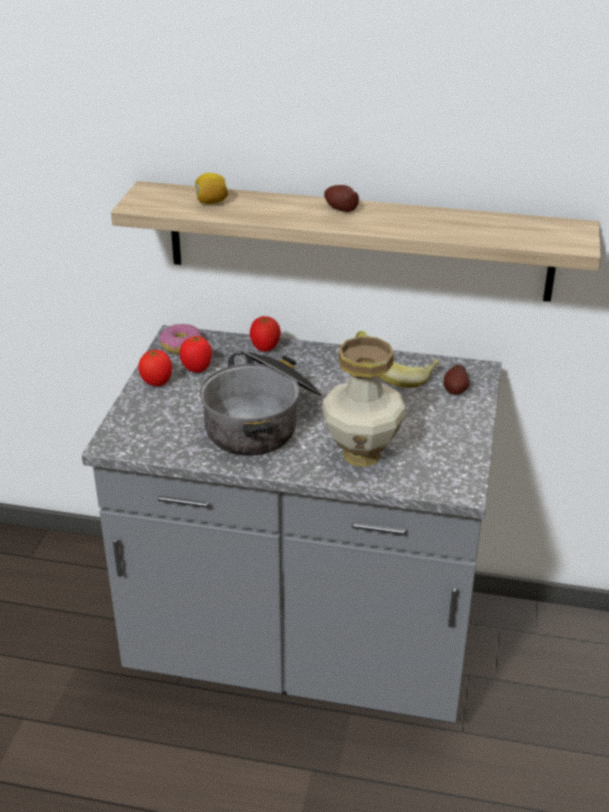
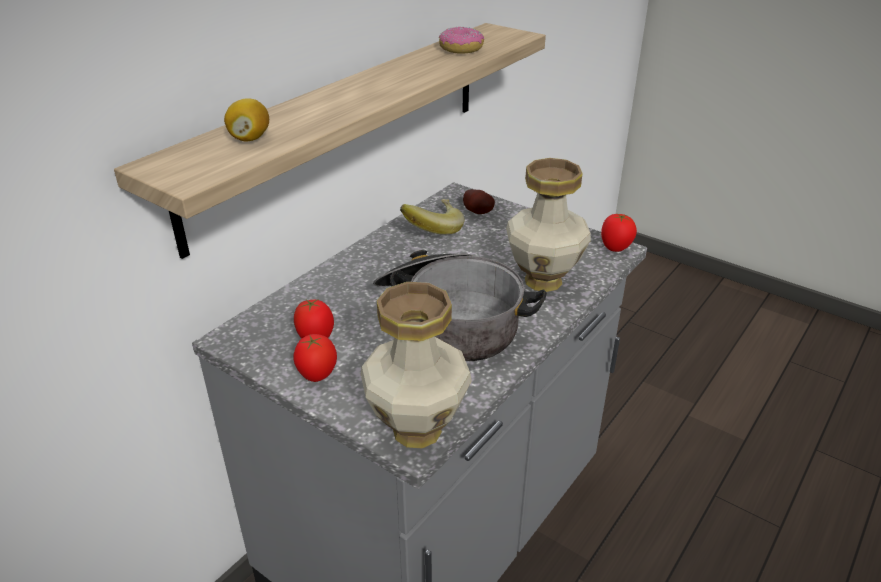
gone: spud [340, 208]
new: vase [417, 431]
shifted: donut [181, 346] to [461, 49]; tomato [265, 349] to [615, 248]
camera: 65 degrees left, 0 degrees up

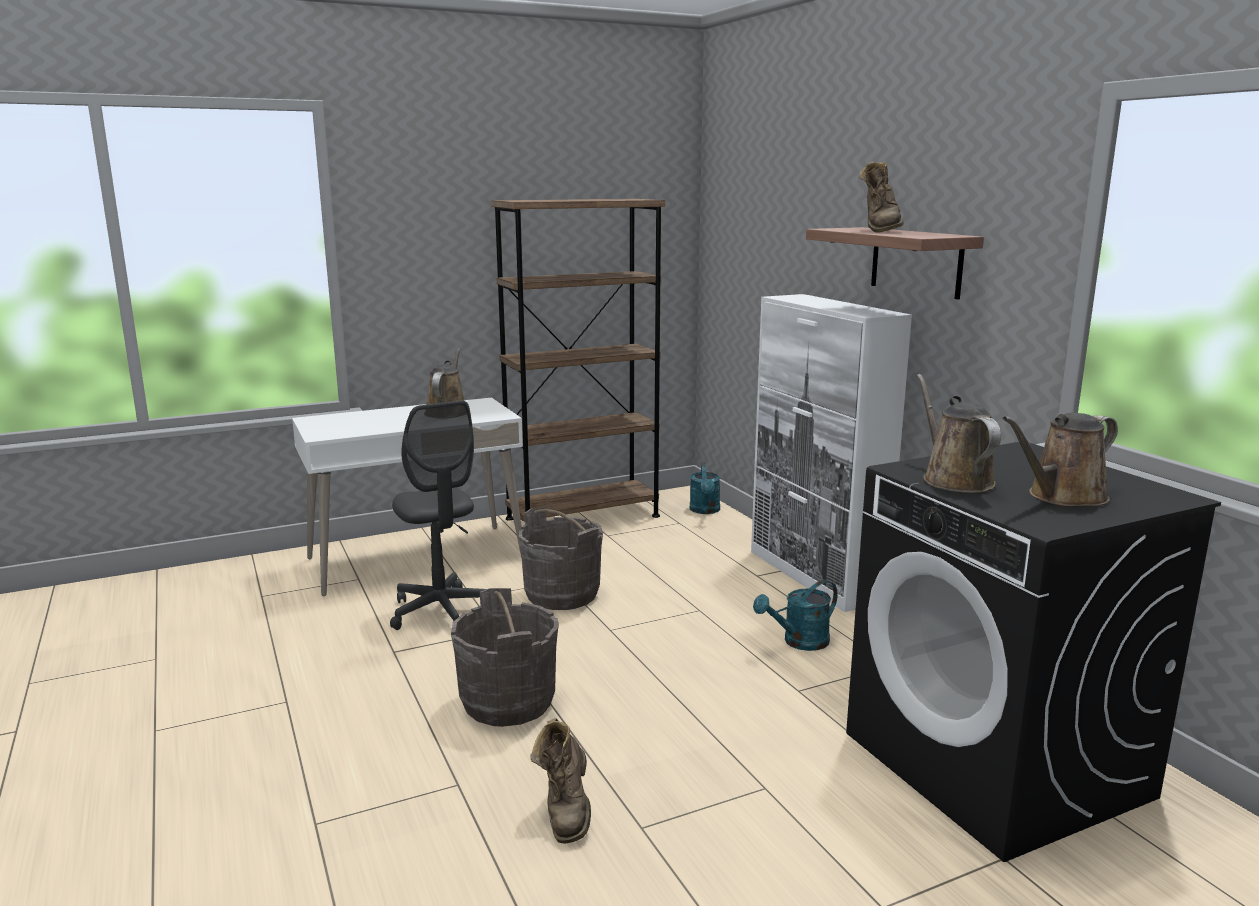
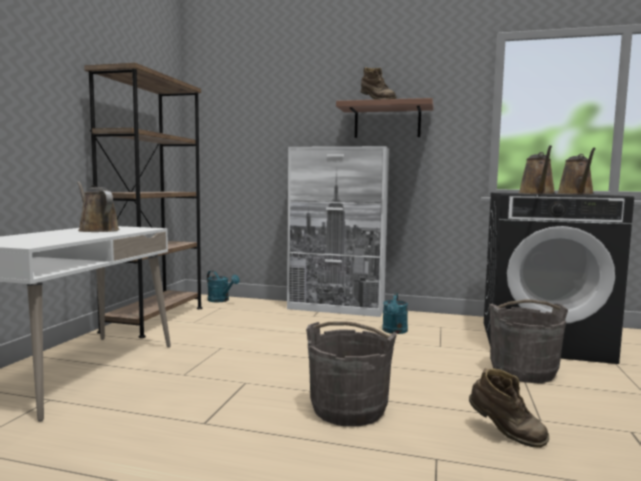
gone: greyish desk chair [441, 612]
shifted: greyish pail [561, 595] to [523, 371]
rotated: brown sprinkling can [954, 479] = [537, 193] 105 degrees counterclockwise
camera: 50 degrees left, 10 degrees down

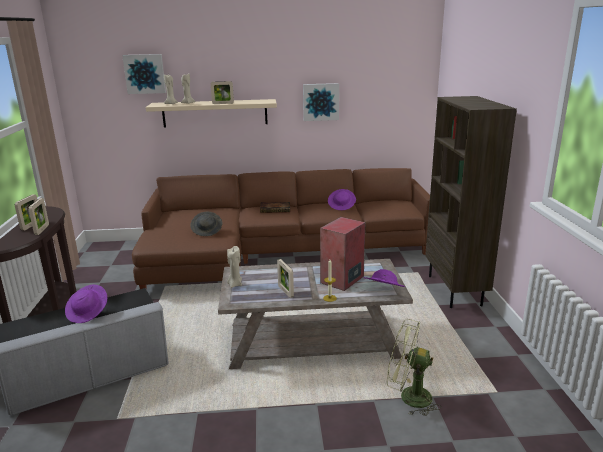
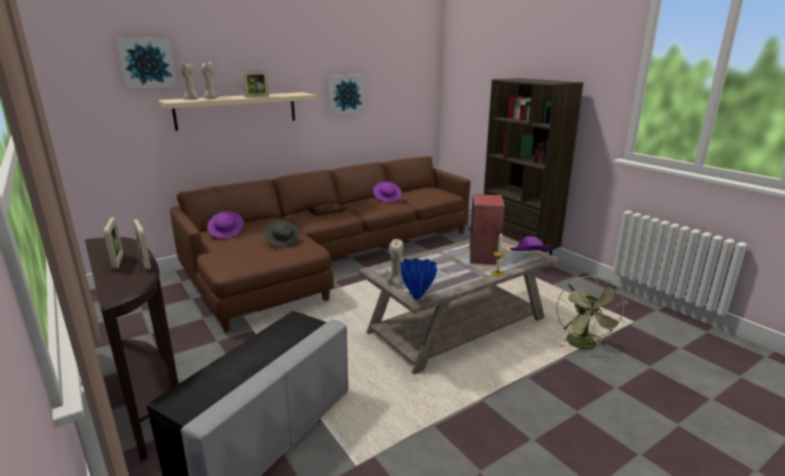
gone: photo frame [285, 291]
new: bluish vase [417, 297]
shifted: purple-coloured hat [88, 313] to [227, 232]
rotated: greenish cooling fan [408, 397] = [584, 346] 75 degrees counterclockwise
camera: 30 degrees left, 0 degrees up

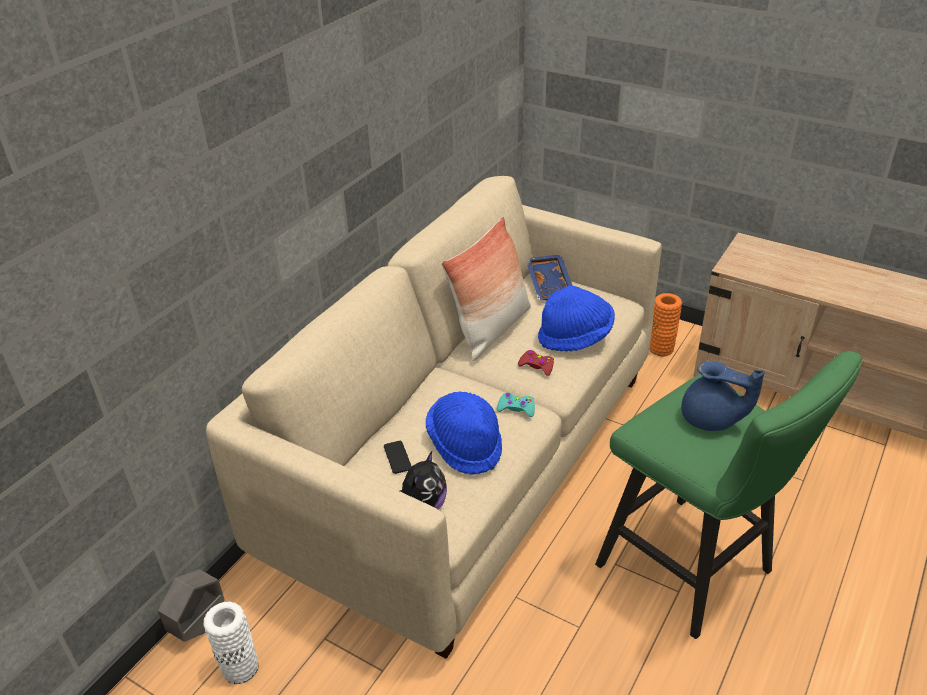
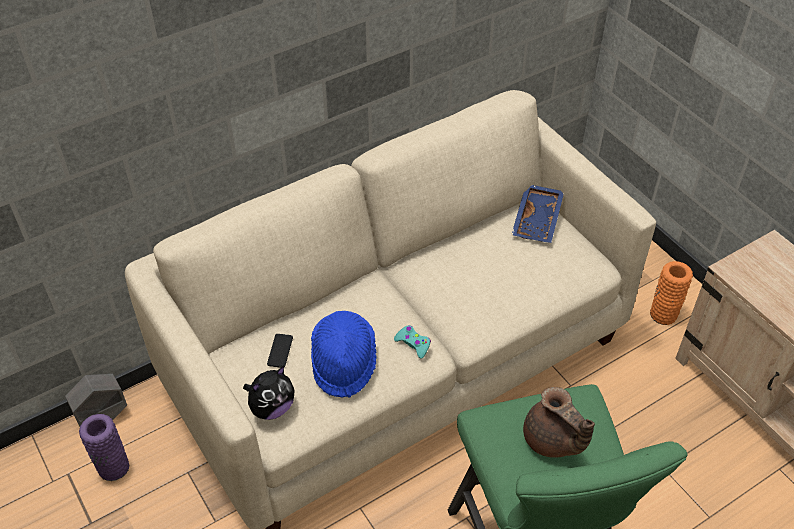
gone: cushion [491, 329]; reddish game controller [536, 366]; bluish hat [575, 337]
repainted: white-coloured vase [240, 667] to purple-coloured vase [113, 467]; bluish tea pot [711, 419] to brown tea pot [552, 440]
camera: 25 degrees right, 10 degrees up

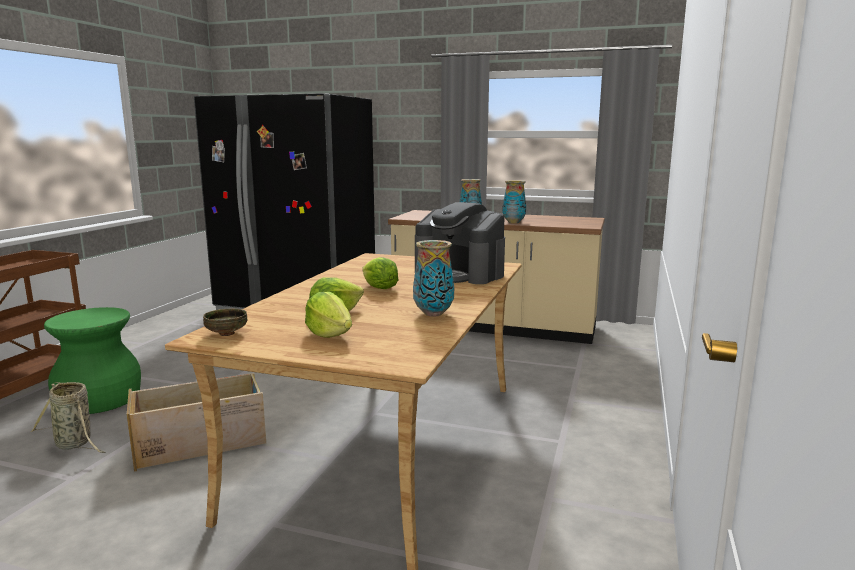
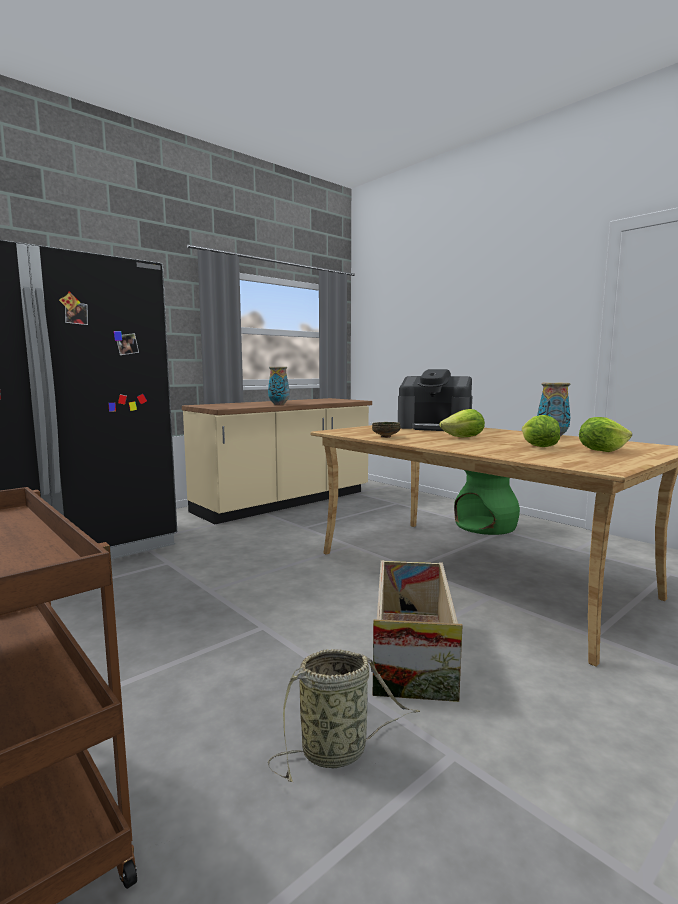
gone: vase [513, 222]
shifted: greenish stool seat [100, 399] to [486, 526]; deep dish [226, 334] to [386, 437]
rotated: coffee brewer [460, 274] = [435, 427] 45 degrees clockwise
camera: 60 degrees left, 5 degrees down

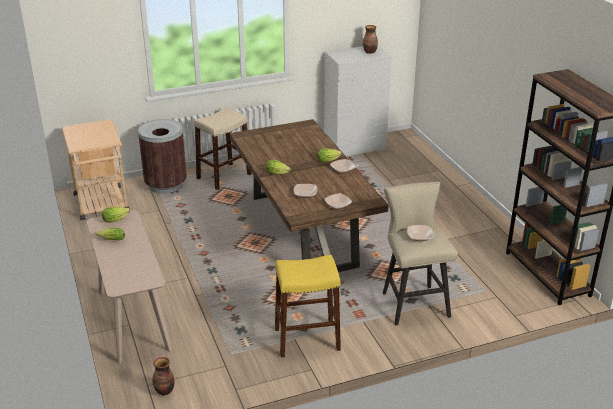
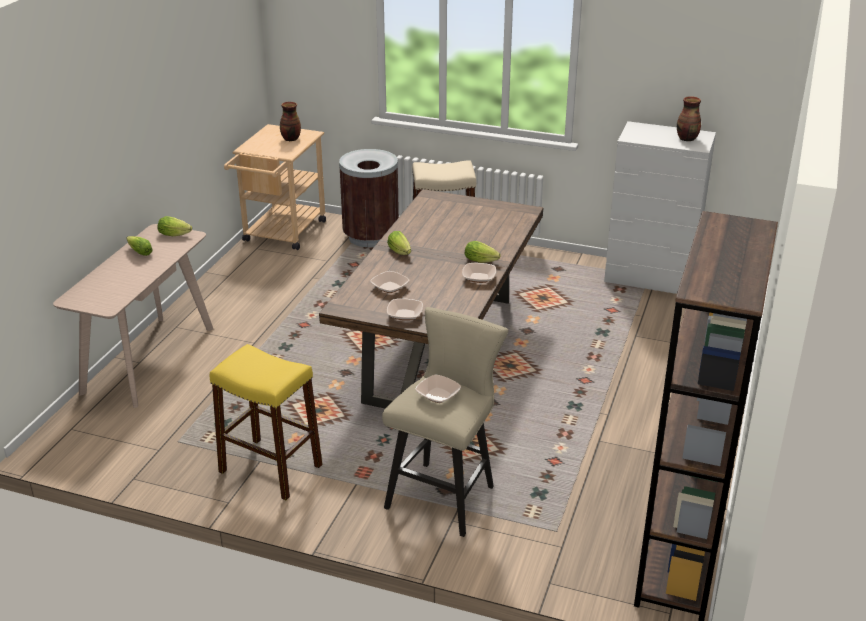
shifted: vase [164, 391] to [290, 139]
camera: 40 degrees right, 0 degrees up

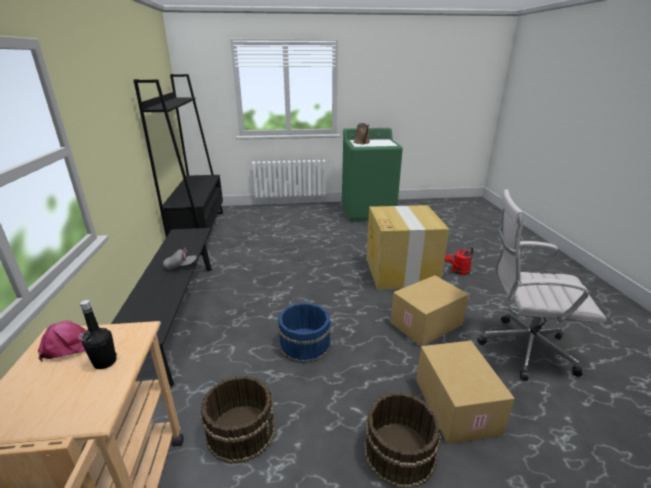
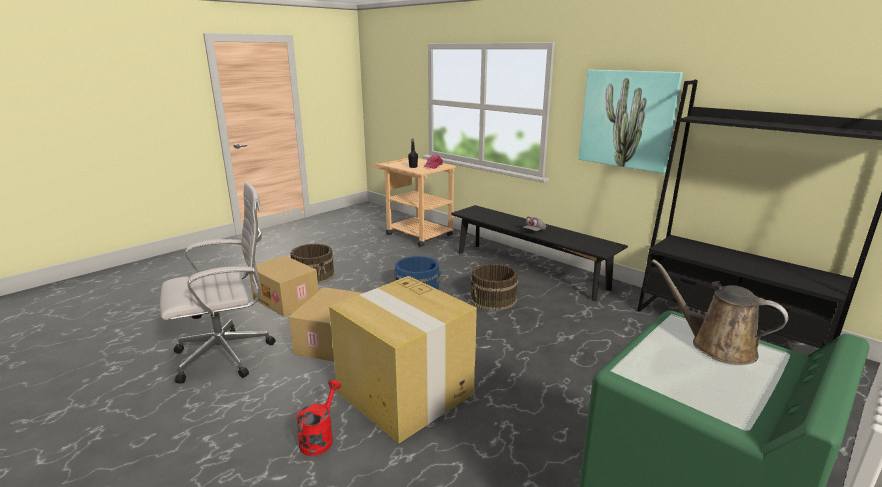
new: wall picture [627, 119]
shifted: brown pail [241, 430] to [493, 299]
camera: 140 degrees right, 5 degrees down

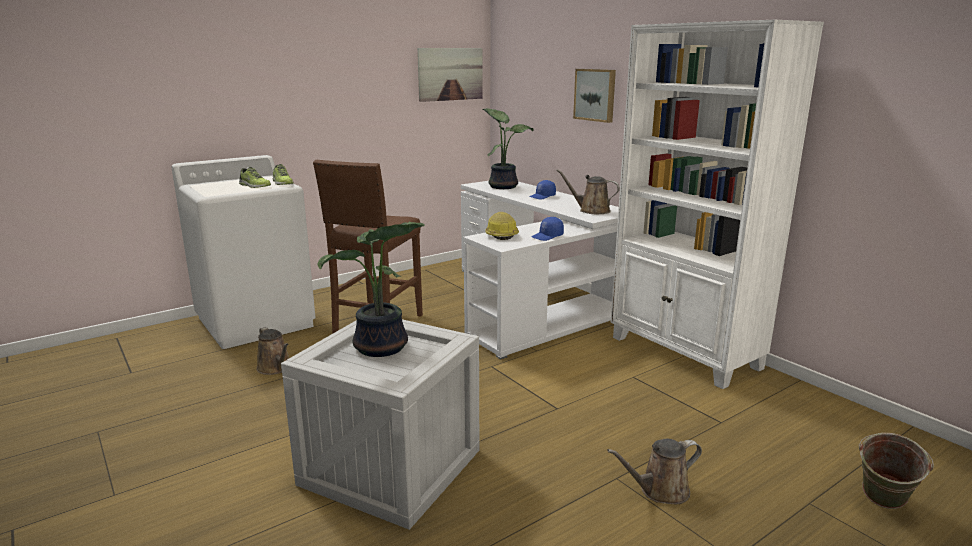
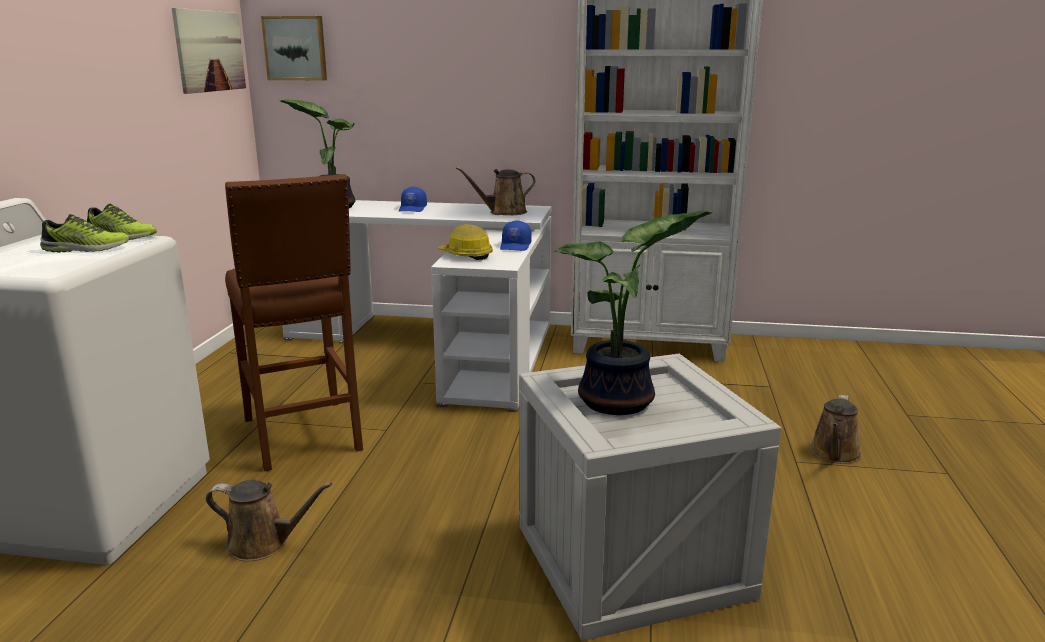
gone: greenish pail [881, 505]
shifted: wall picture [595, 95] to [296, 48]
camera: 45 degrees left, 0 degrees up

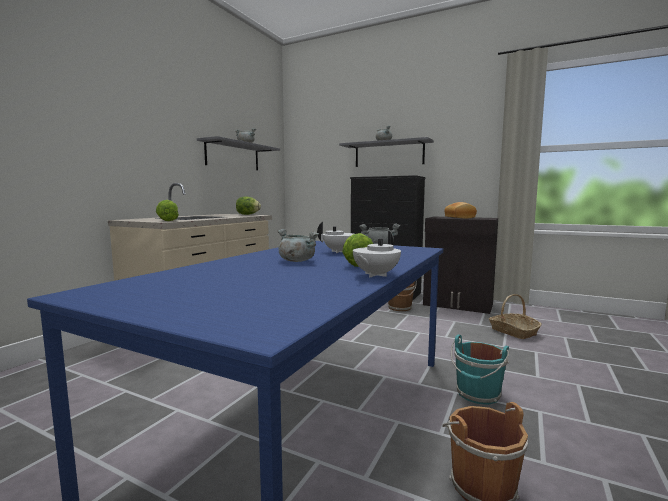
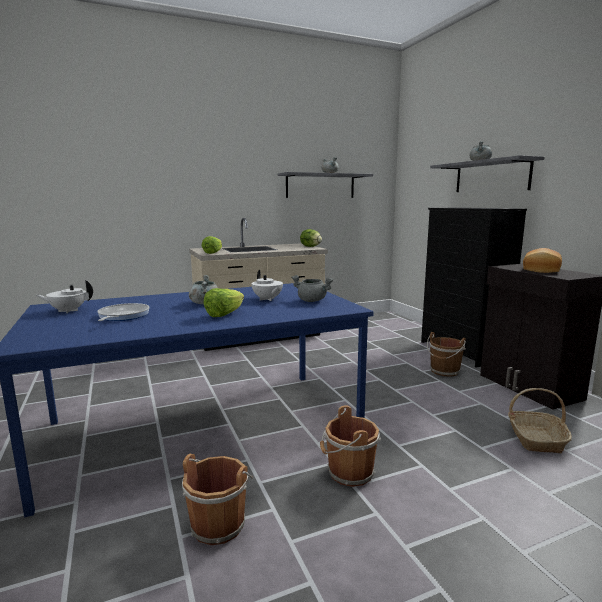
new: pan [122, 316]
shifted: white-coloured tea pot [375, 275] to [68, 311]
repainted: turquoise pail [477, 394] to brown pail [348, 473]
camera: 40 degrees right, 5 degrees up

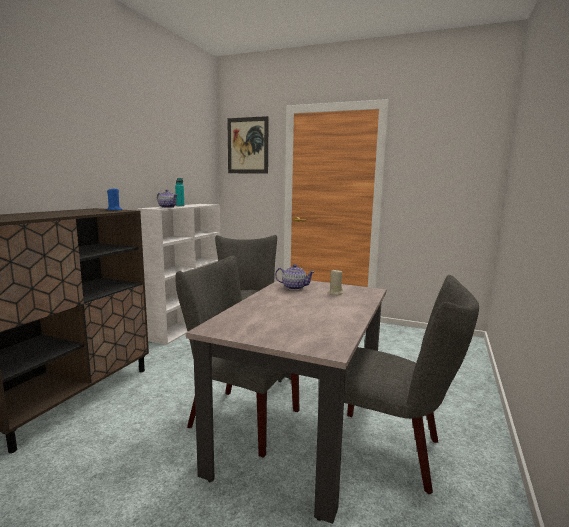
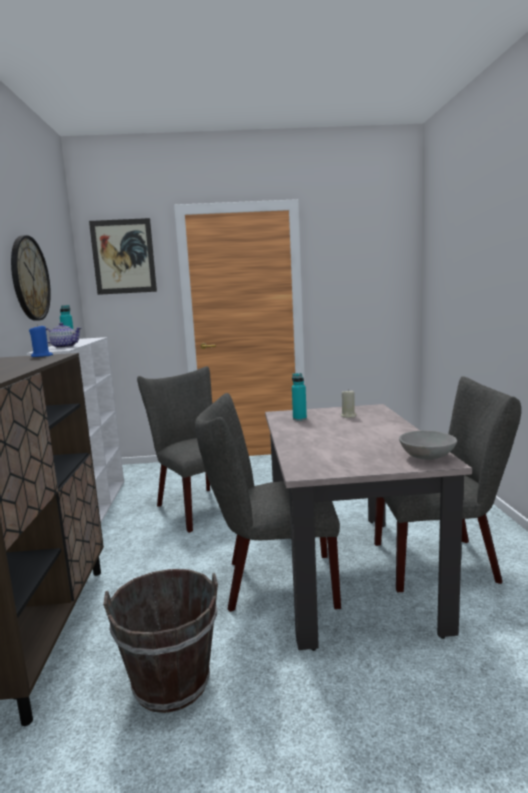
new: clock on the wall [29, 278]; brown pail [171, 682]; greyish deep dish [426, 457]
swapped: tea pot [294, 287] to turquoise drink bottle [299, 419]
camera: 25 degrees left, 0 degrees up

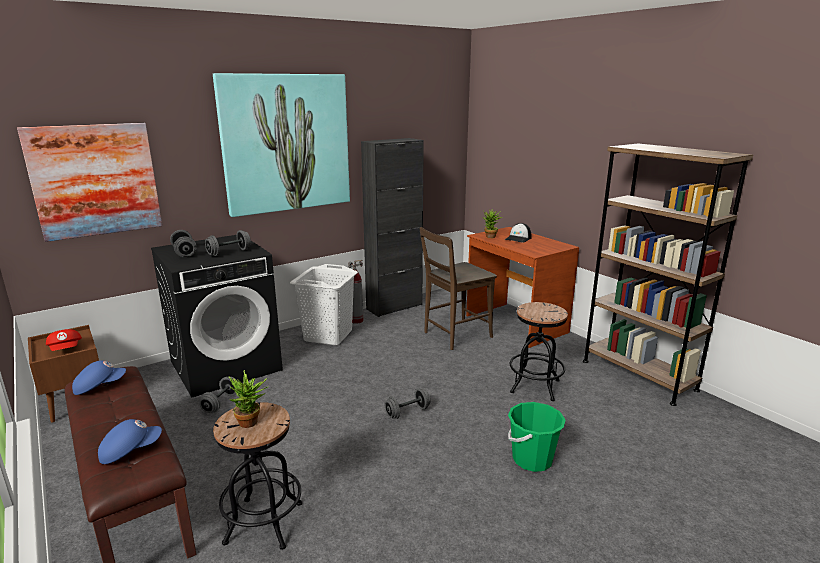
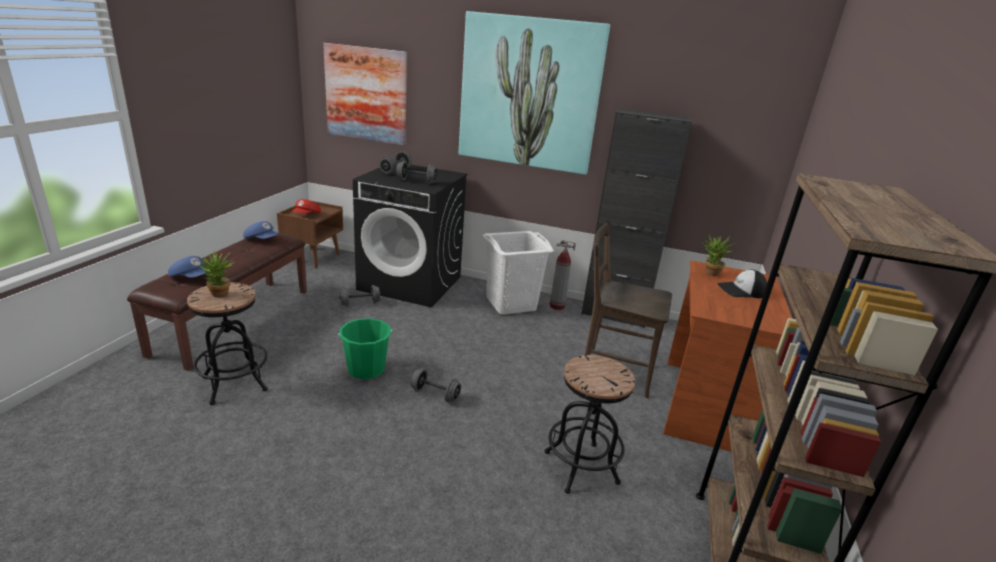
shifted: greenish pail [532, 459] to [366, 369]
camera: 50 degrees right, 5 degrees up

